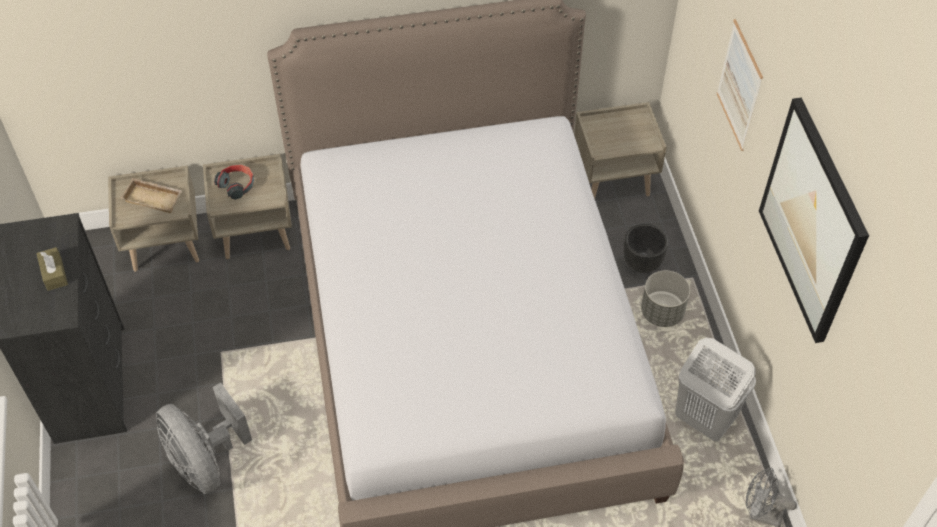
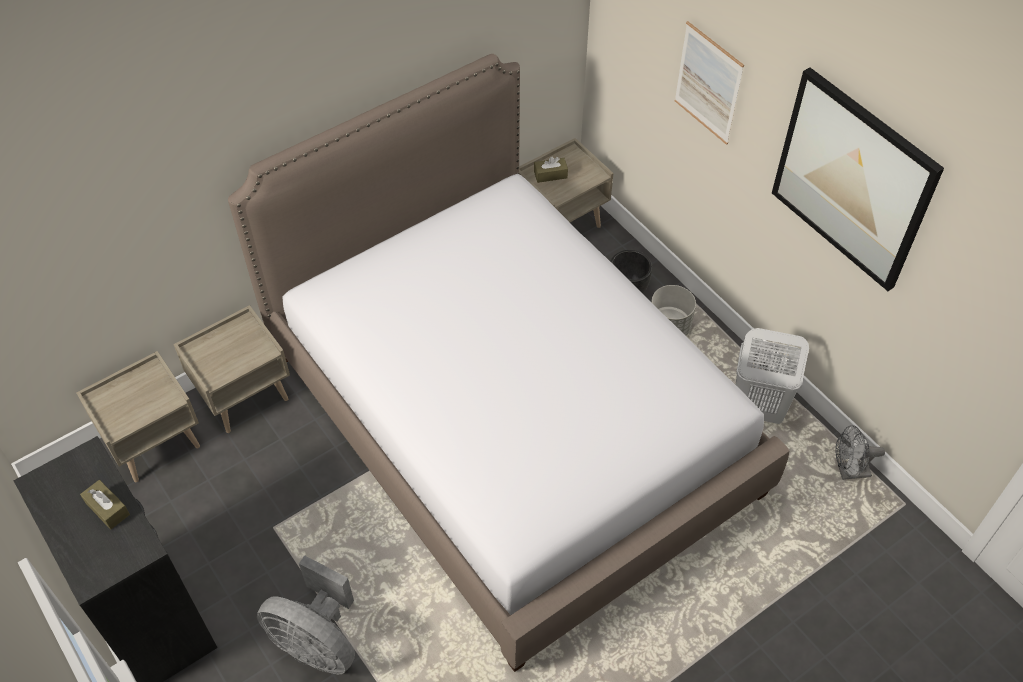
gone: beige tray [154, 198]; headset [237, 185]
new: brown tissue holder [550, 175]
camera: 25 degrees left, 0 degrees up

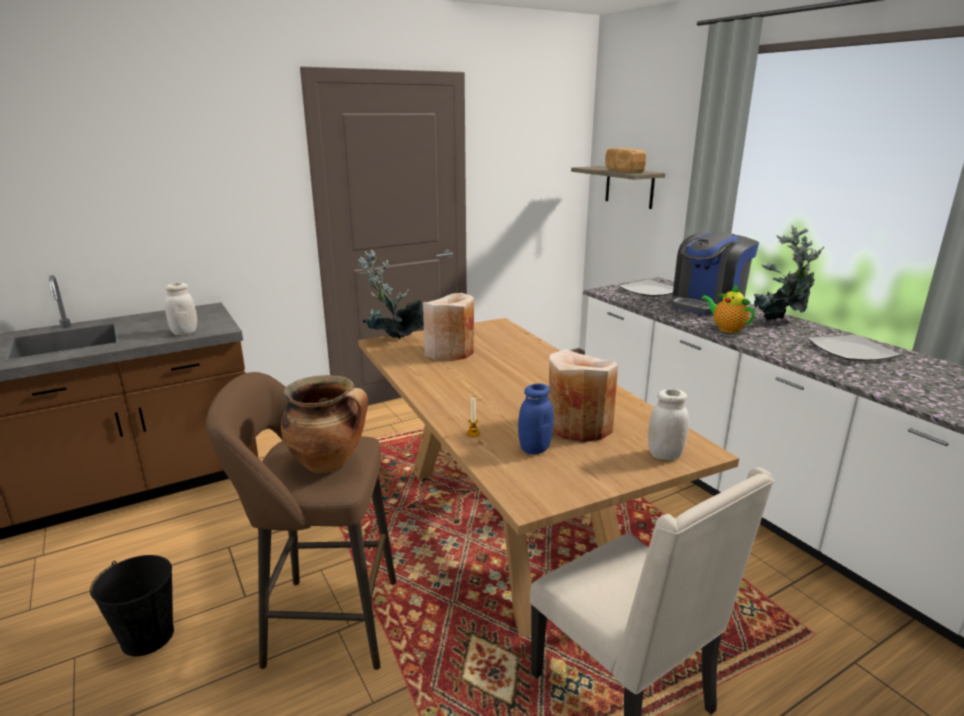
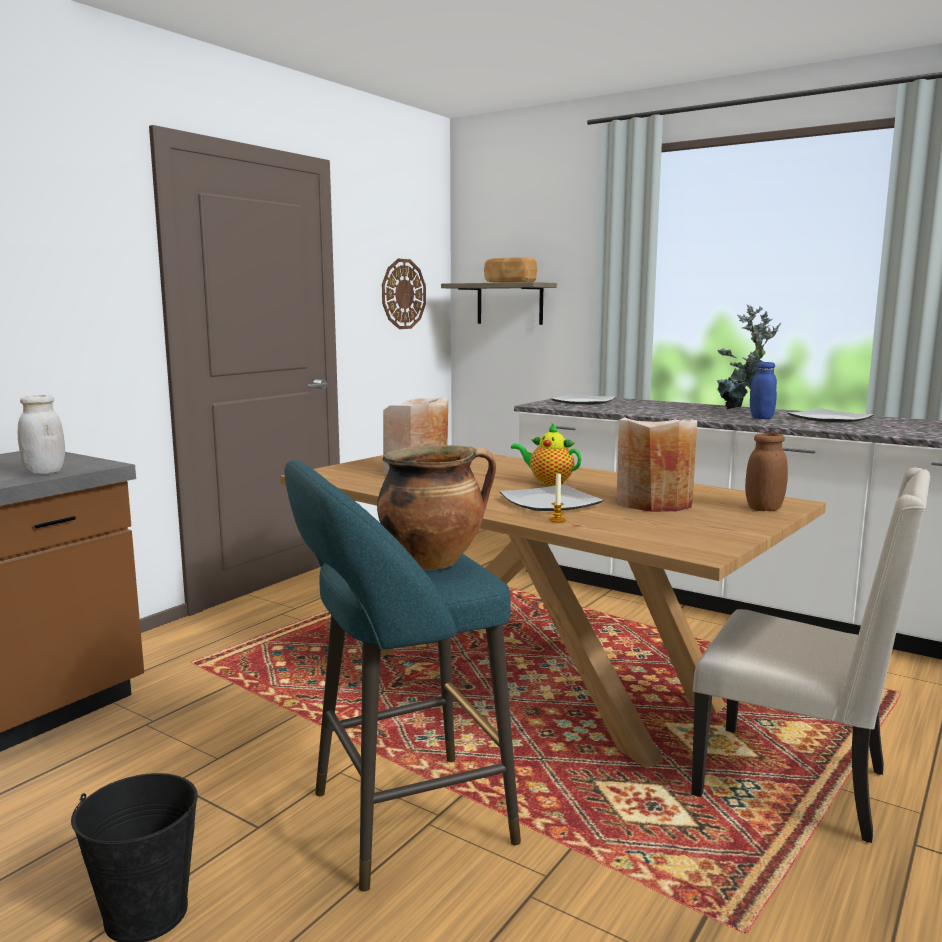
gone: potted plant [393, 341]; coffee brewer [707, 305]
new: clock on the wall [403, 294]; dinner plate [549, 502]
shifted: bluish preserve jar [534, 448] to [761, 418]; tea pot [726, 329] to [548, 482]
repainted: brown stool seat [323, 621] to turquoise stool seat [400, 820]; white-coloured preserve jar [665, 455] to brown preserve jar [764, 509]
camera: 25 degrees left, 10 degrees down

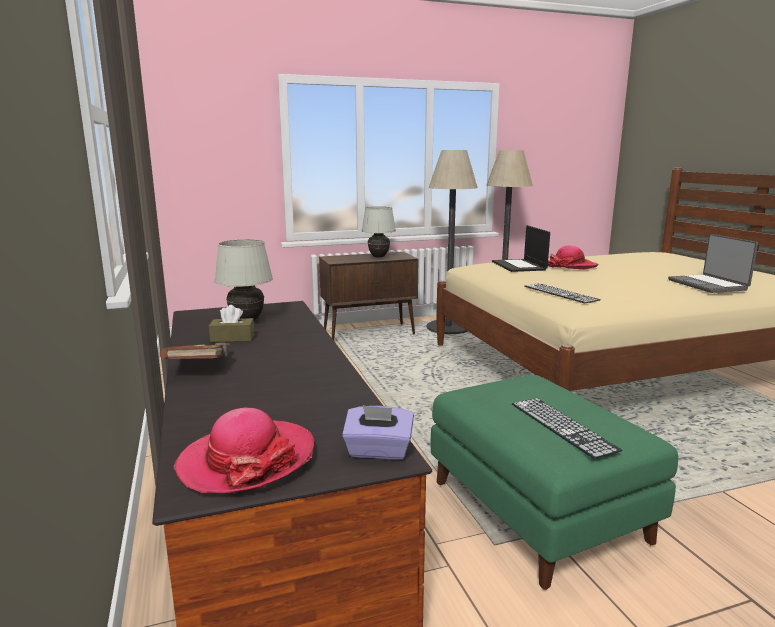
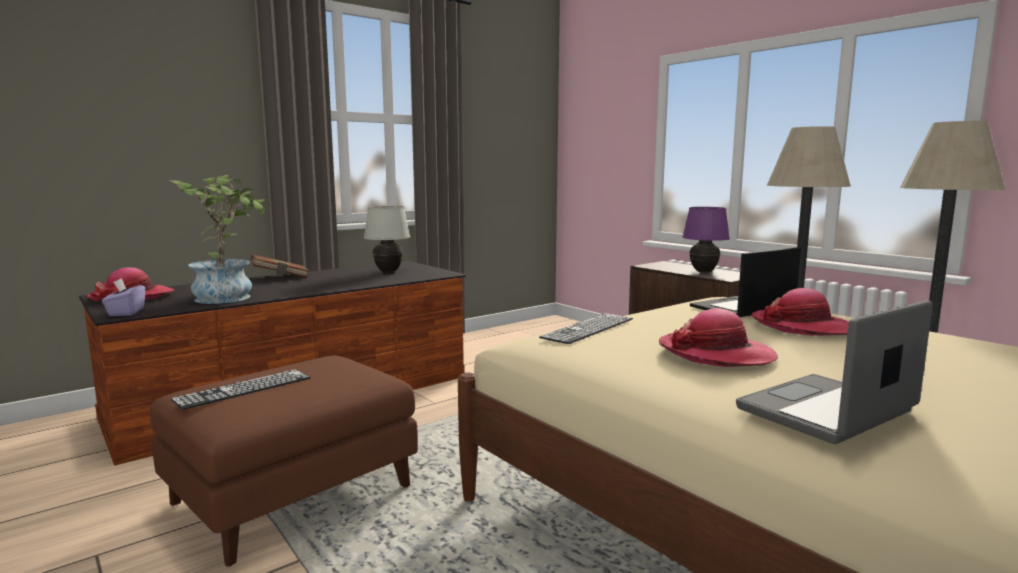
gone: brown tissue holder [232, 338]
new: potted plant [229, 296]; hat [716, 354]
repainted: white-coloured tabletop lamp [378, 257] to purple-coloured tabletop lamp [703, 272]; greenish ottoman [539, 512] to brown ottoman [292, 496]
camera: 70 degrees right, 5 degrees down

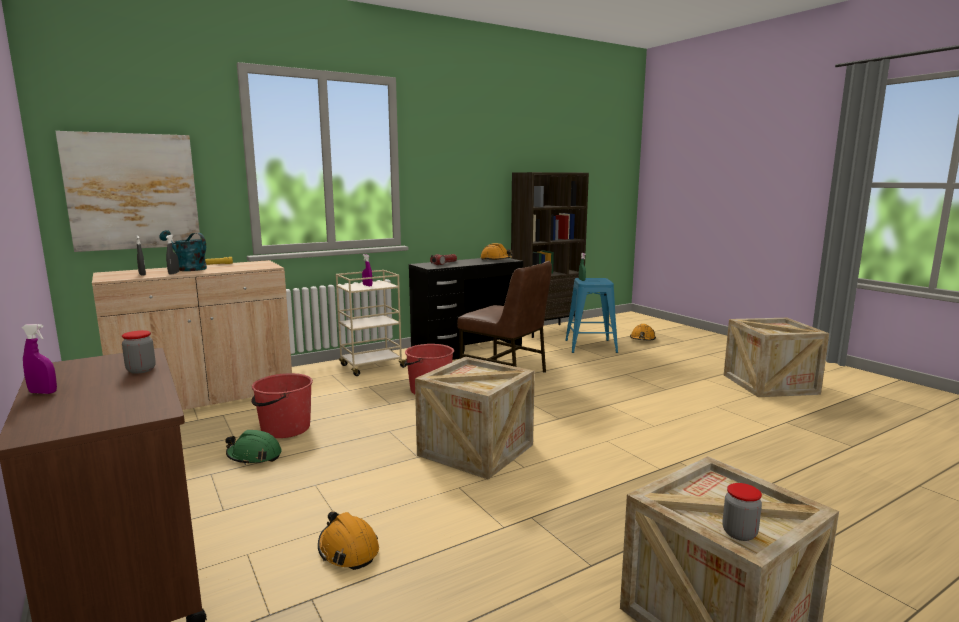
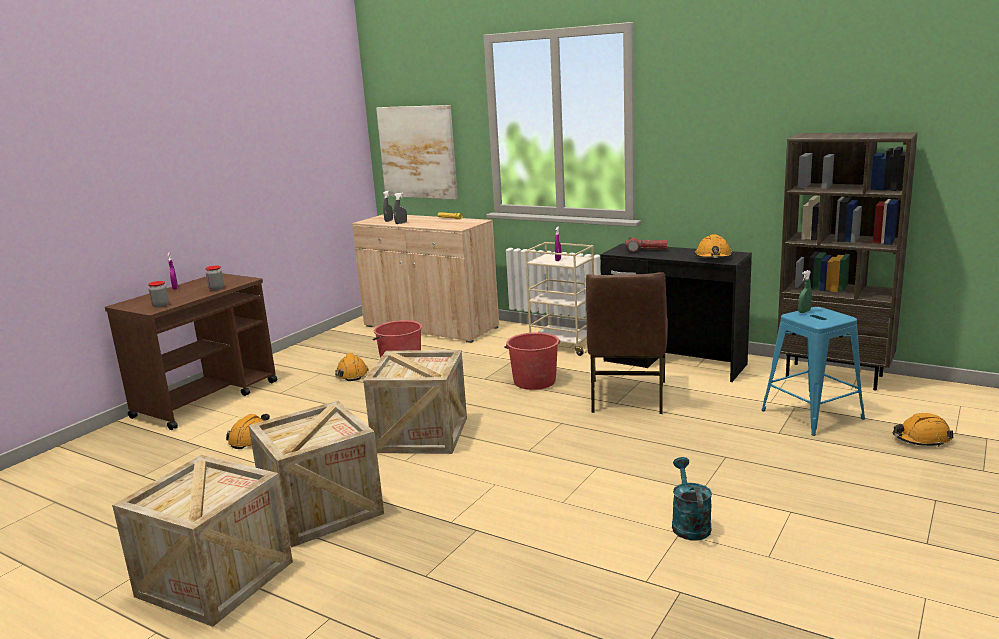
shifted: turquoise sprinkling can [187, 268] to [689, 524]; preserve jar [739, 533] to [160, 305]; crate [769, 384] to [321, 509]
repainted: greenish hard hat [254, 456] to orange-coloured hard hat [352, 374]
camera: 65 degrees right, 5 degrees up

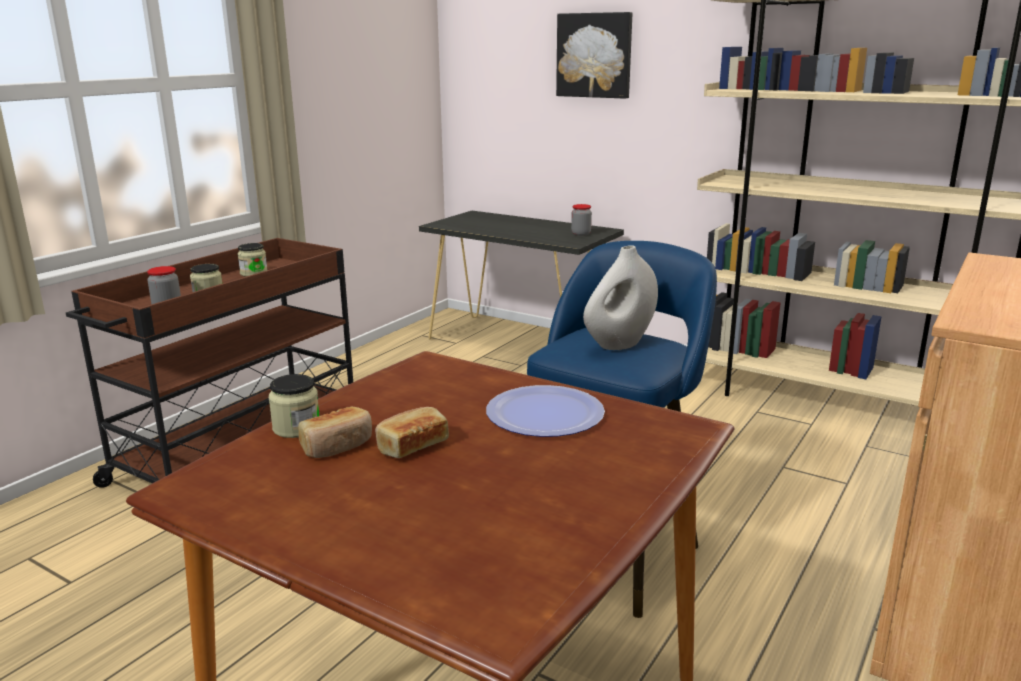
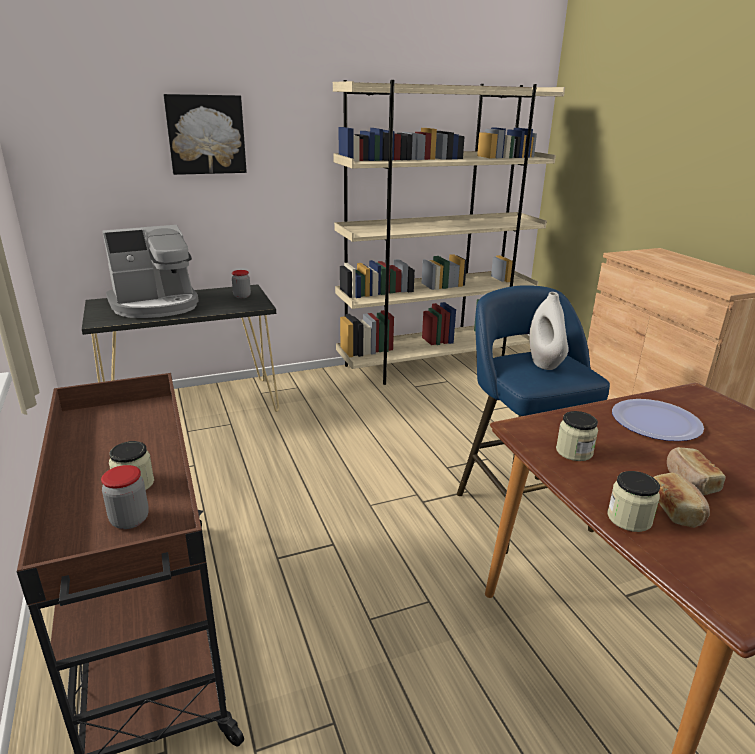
new: coffee brewer [156, 305]
shifted: preserve jar [254, 273] to [574, 452]
camera: 55 degrees left, 5 degrees up

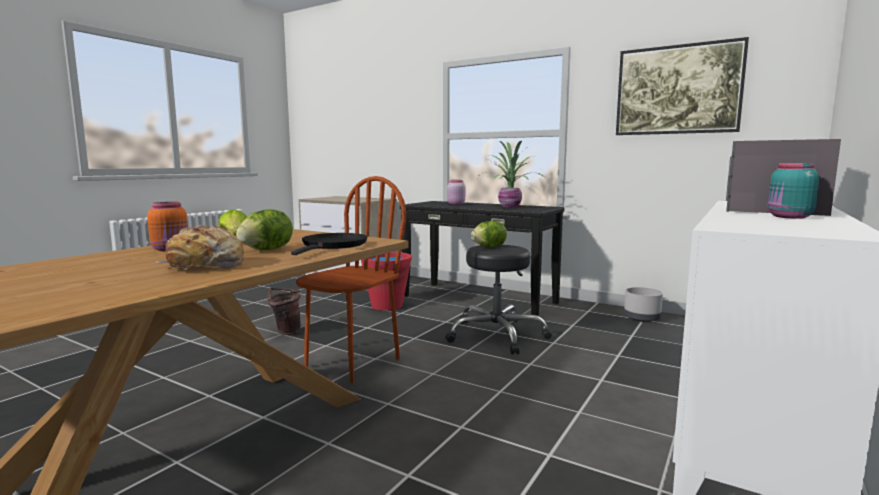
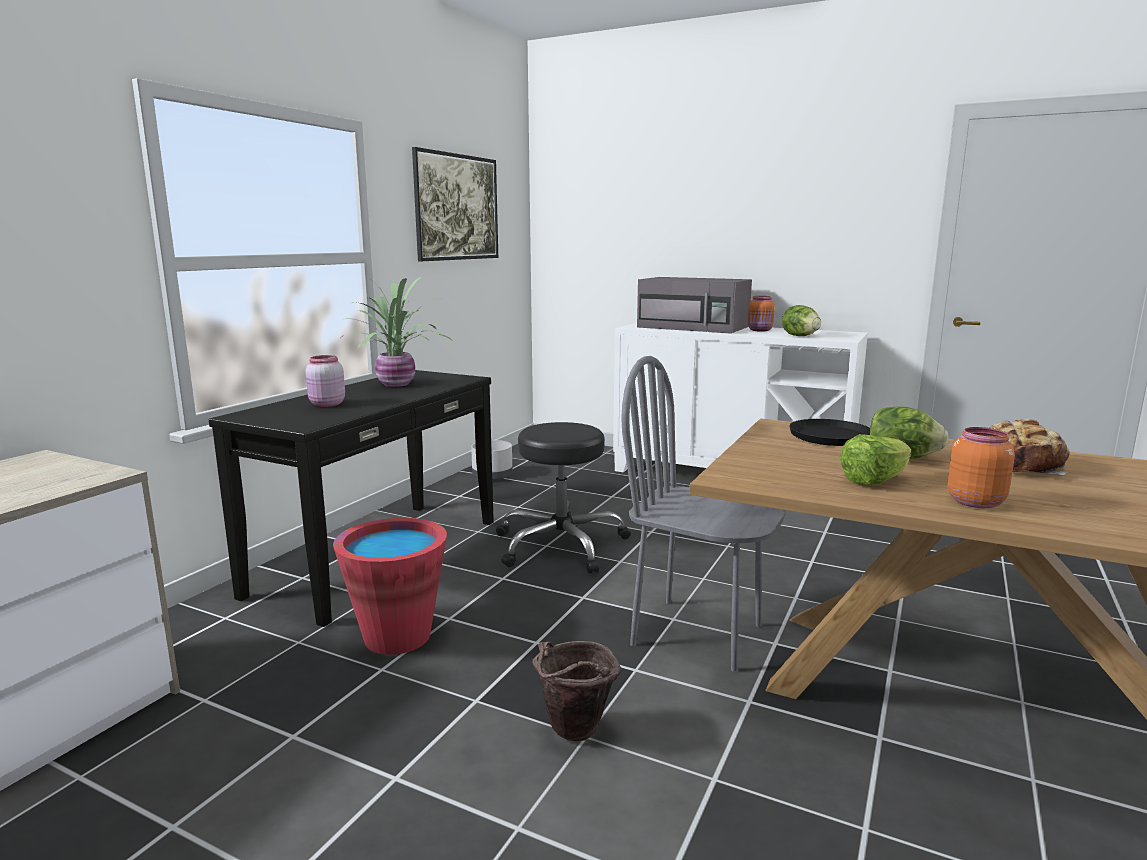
shifted: head of lettuce [489, 247] to [800, 336]
repainted: brown upright chair [352, 363] to greyish upright chair [697, 634]; turquoise preserve jar [789, 217] to orange-coloured preserve jar [760, 330]
camera: 95 degrees left, 5 degrees up

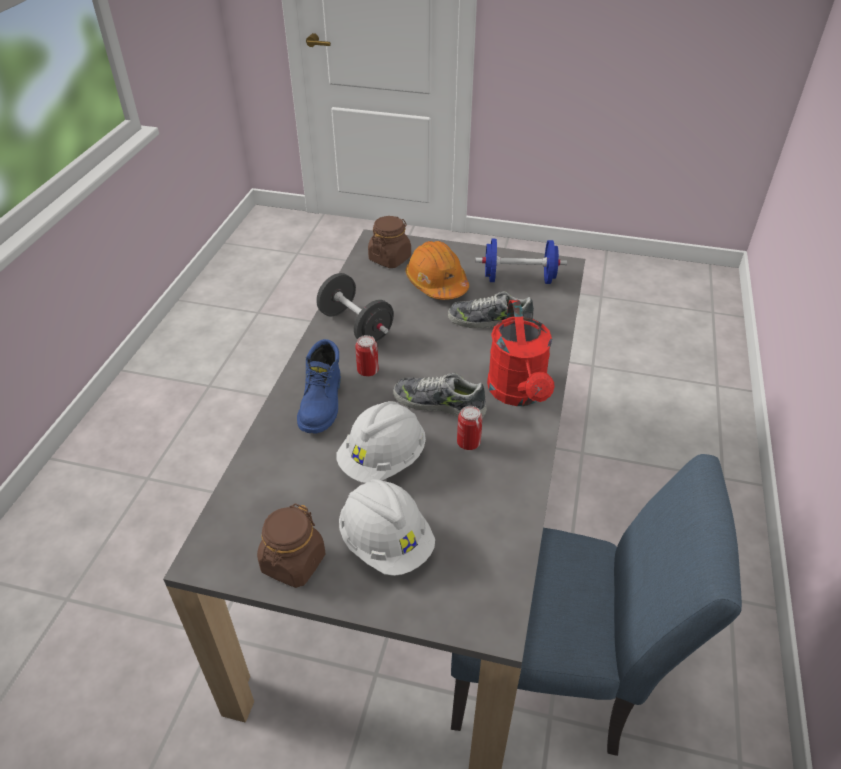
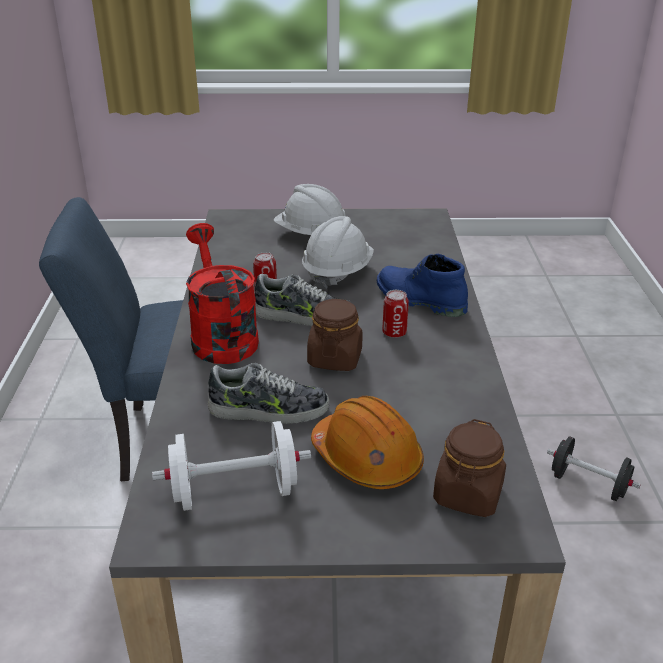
shifted: brown preserve jar [293, 563] to [335, 358]; black dumbbell [356, 326] to [588, 484]
repainted: bluish dumbbell [519, 279] to white-coloured dumbbell [235, 492]
rotated: bluish tall boot [322, 404] = [419, 300] 45 degrees counterclockwise
camera: 165 degrees right, 10 degrees down

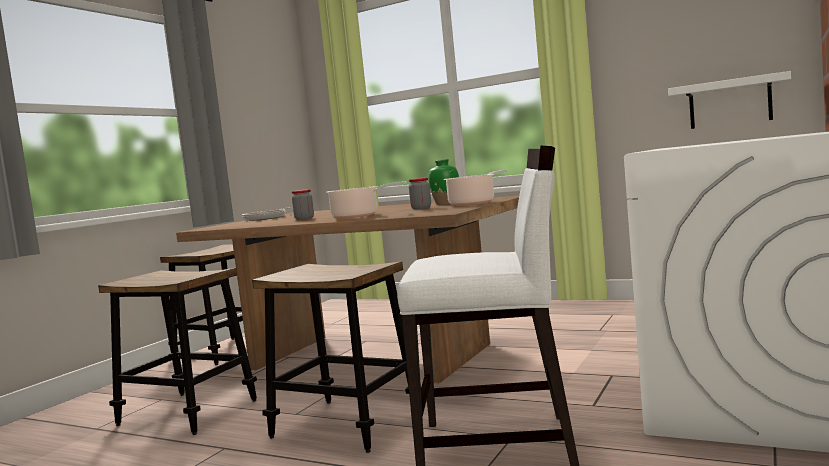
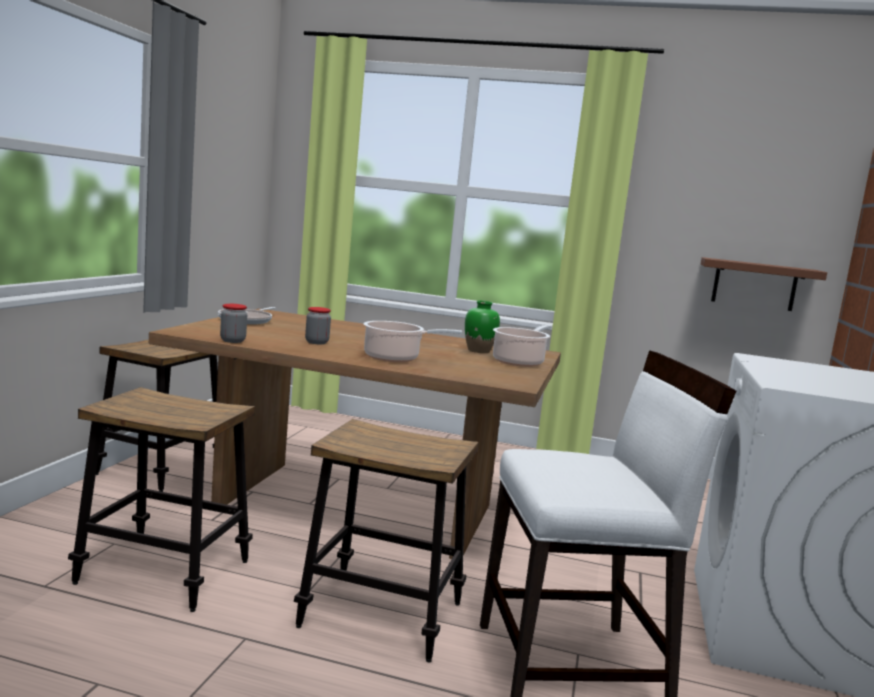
shifted: preserve jar [421, 208] to [232, 341]
repainted: white-coloured wall shelf [729, 103] to brown wall shelf [754, 284]
camera: 15 degrees left, 5 degrees up

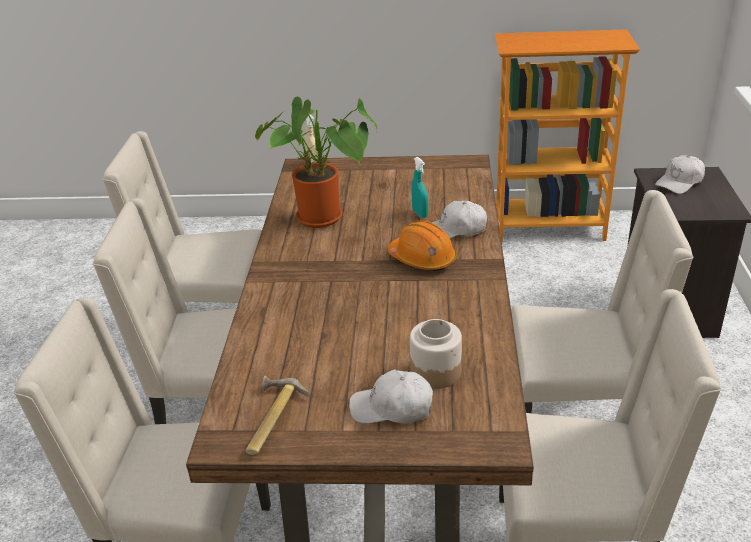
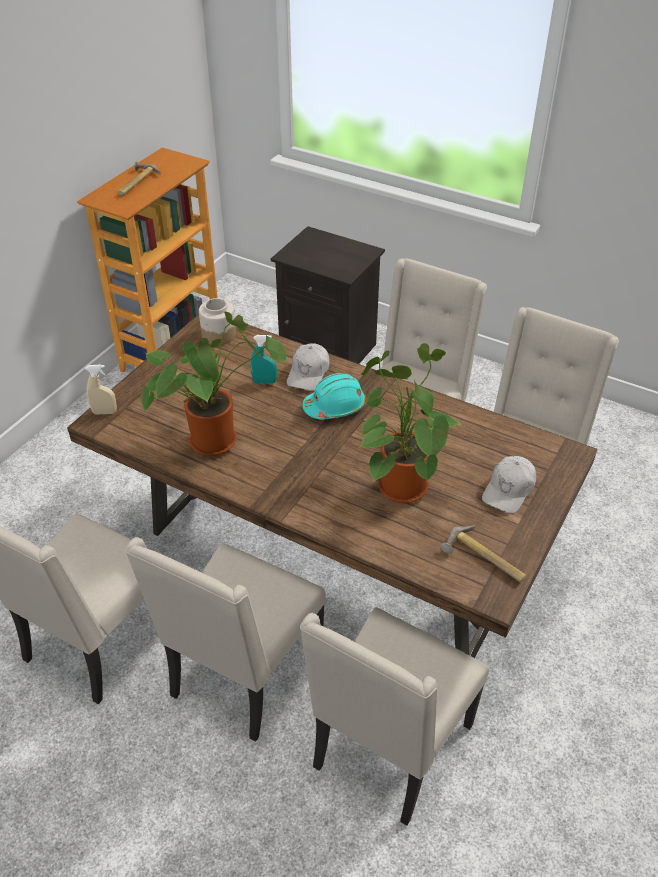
gone: white-coloured baseball cap [680, 182]
new: hand hammer [135, 182]; potted plant [398, 483]
shifted: preserve jar [436, 371] to [218, 335]
repainted: orange-coloured hard hat [422, 259] to turquoise hard hat [335, 406]
camera: 65 degrees left, 10 degrees up

